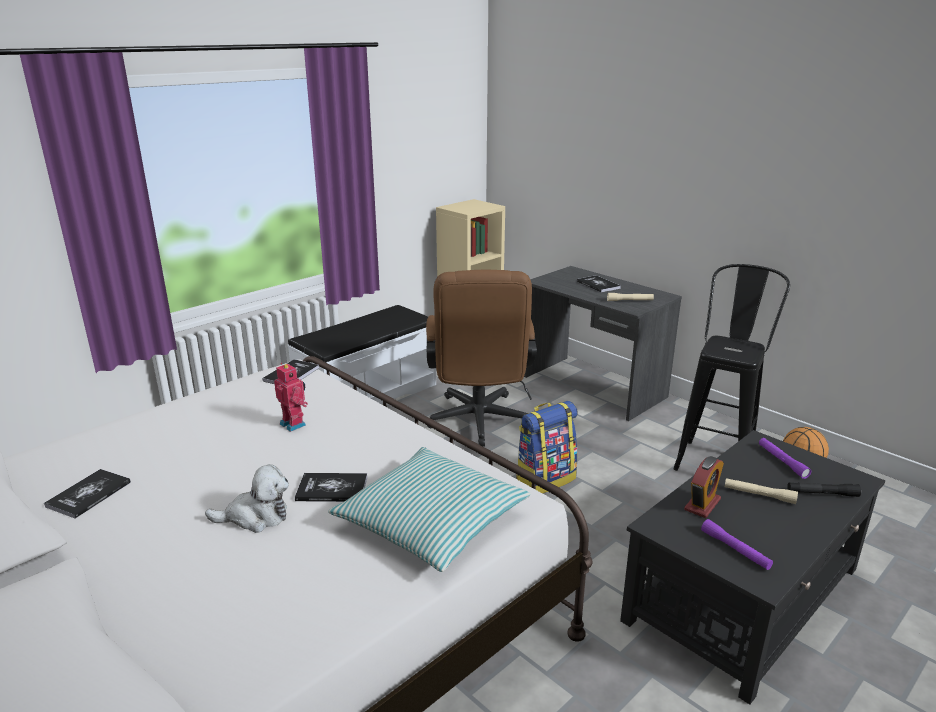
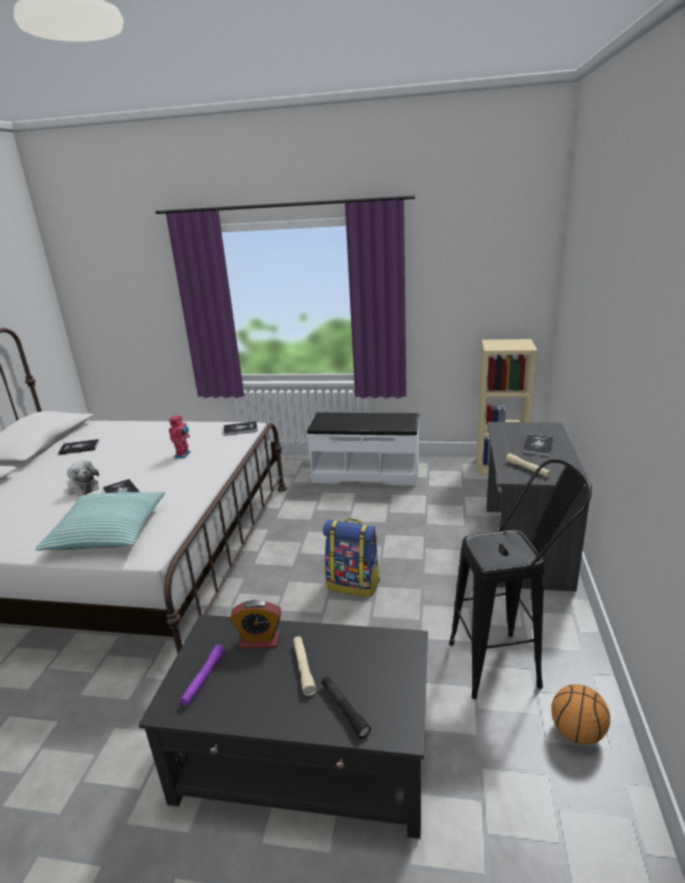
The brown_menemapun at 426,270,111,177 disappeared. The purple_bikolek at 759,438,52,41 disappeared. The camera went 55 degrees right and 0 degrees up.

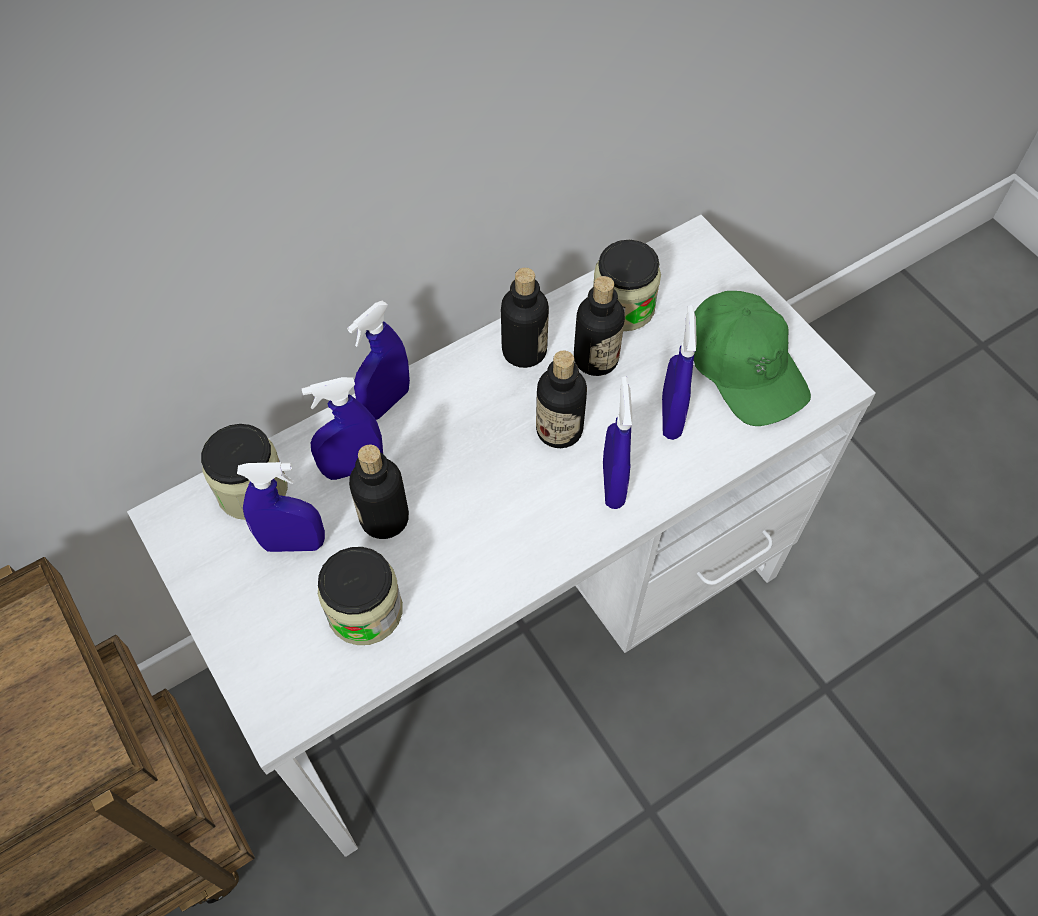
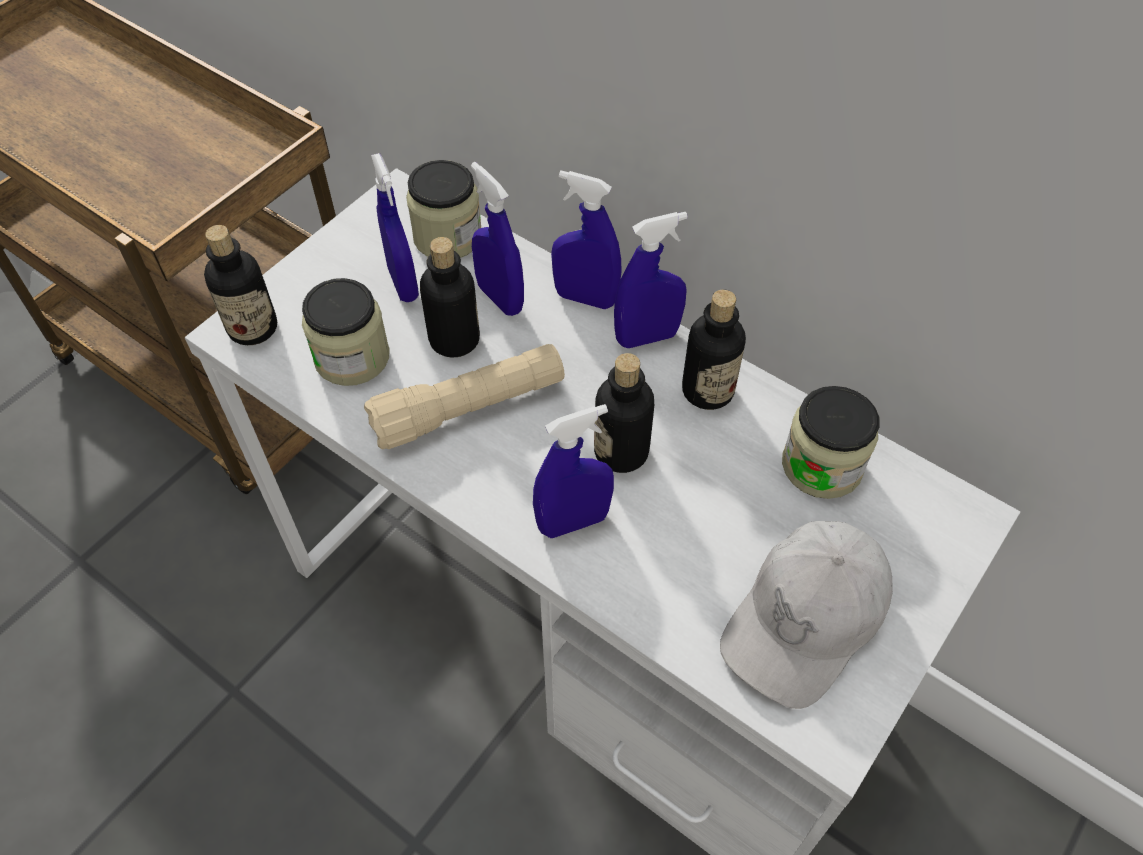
The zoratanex moved from 574,276,51,100 to 204,225,73,120. The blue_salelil moved from 662,305,35,135 to 614,212,74,136. The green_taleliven at 694,291,117,135 became the white_taleliven at 720,521,173,188. The beige_bikolek at 364,344,201,105 appeared. The camera went 70 degrees right and 5 degrees down.

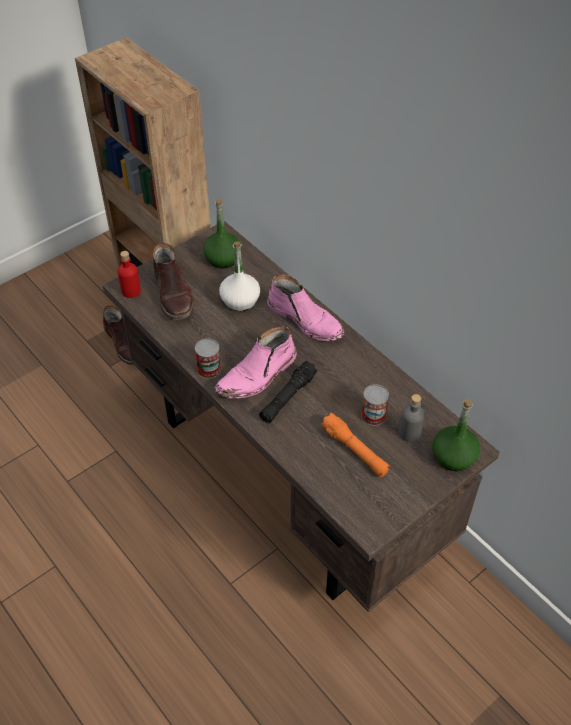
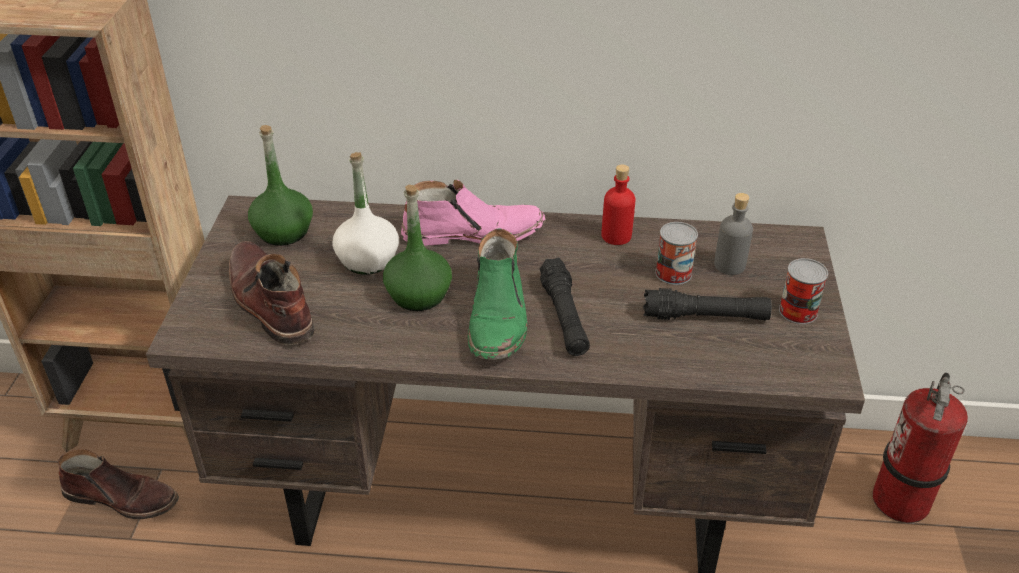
The red_zoratanex moved from 118,251,23,47 to 601,164,35,81. The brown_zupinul at 153,243,41,77 turned 150 degrees counterclockwise. The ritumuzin moved from 195,338,26,41 to 779,258,49,66. The pink_zupinul at 215,327,82,72 became the green_zupinul at 468,228,60,132. The orange_bikolek at 321,413,69,64 became the black_bikolek at 643,288,129,32. The green_zoratanex moved from 432,399,49,72 to 383,185,69,126. The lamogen at 873,373,95,150 appeared. The camera went 45 degrees left and 10 degrees down.

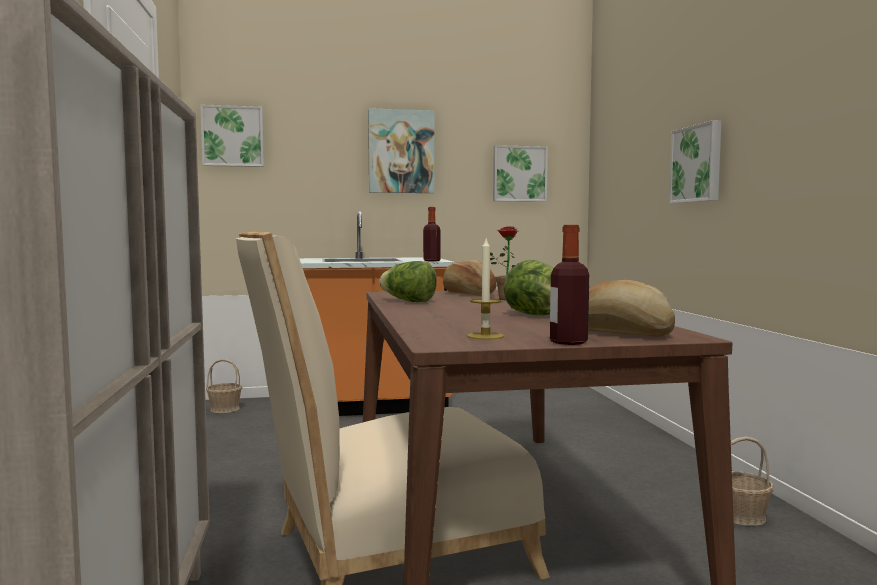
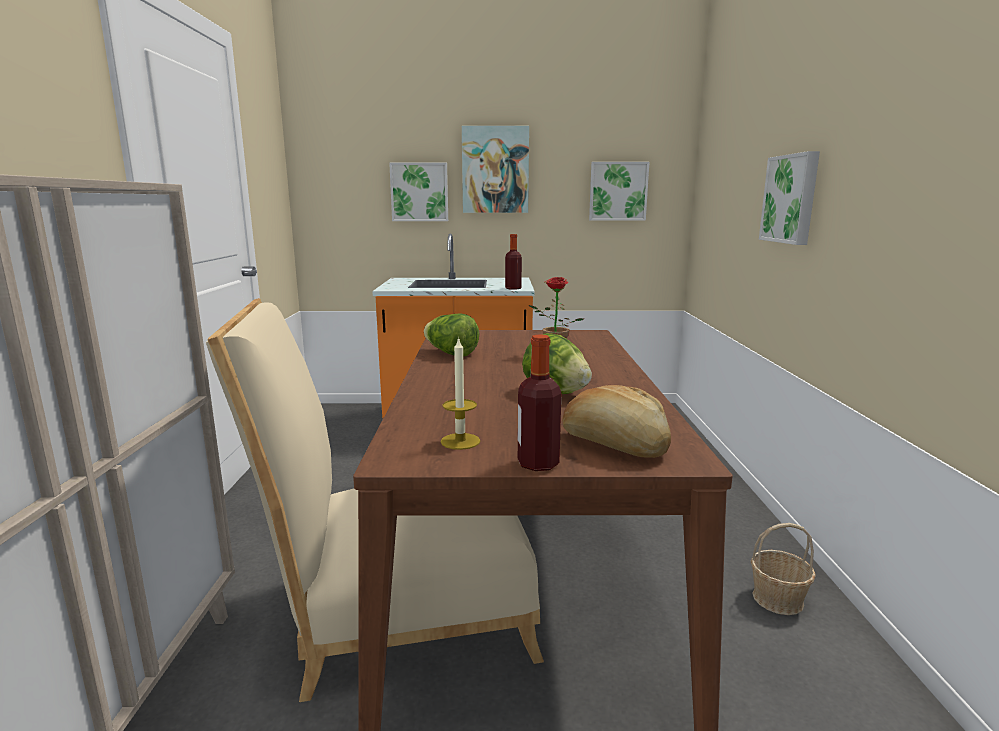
The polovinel moved from 200,105,64,62 to 389,163,59,58. The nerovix at 206,359,36,54 disappeared. The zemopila at 443,260,53,35 disappeared. The camera went 10 degrees right and 10 degrees up.

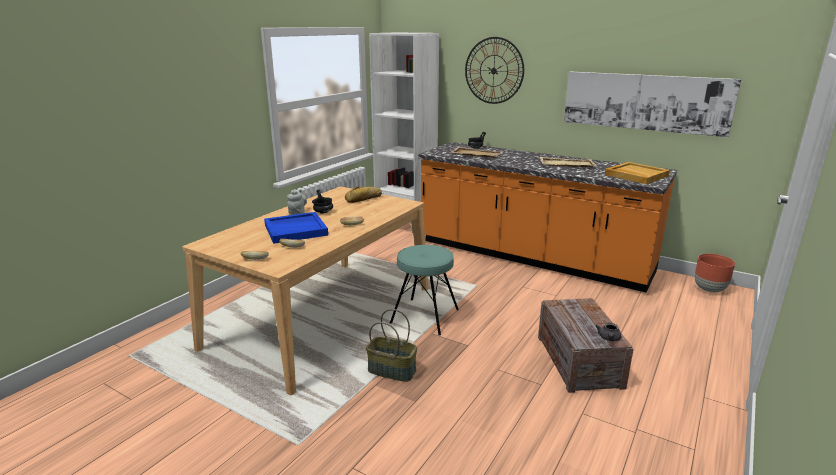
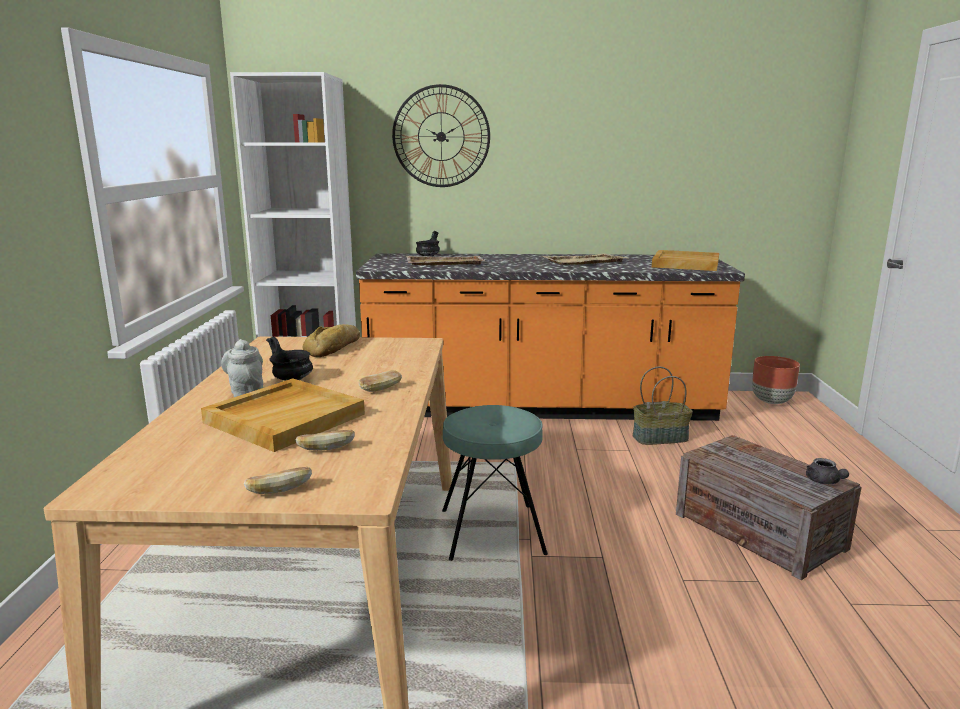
The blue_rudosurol at 264,212,64,32 became the beige_rudosurol at 201,378,164,74. The nerovix moved from 366,309,51,73 to 633,367,60,78. The polovinel at 564,71,178,66 disappeared. The camera went 30 degrees left and 5 degrees down.

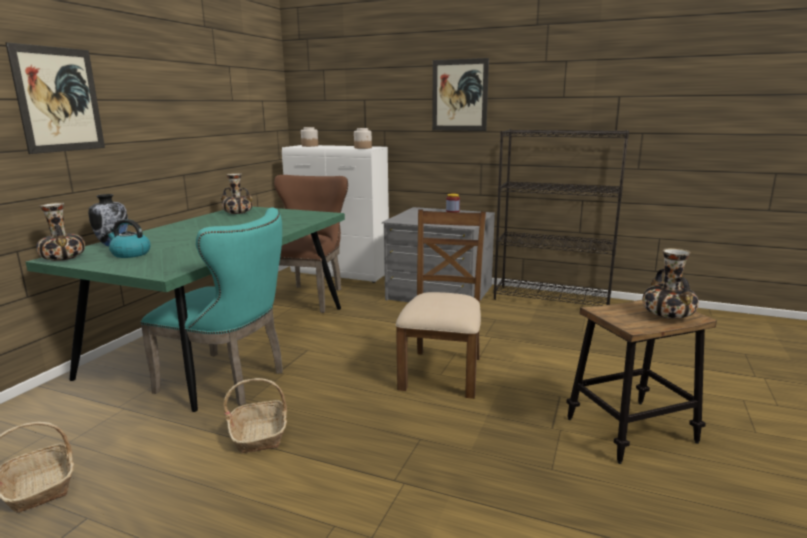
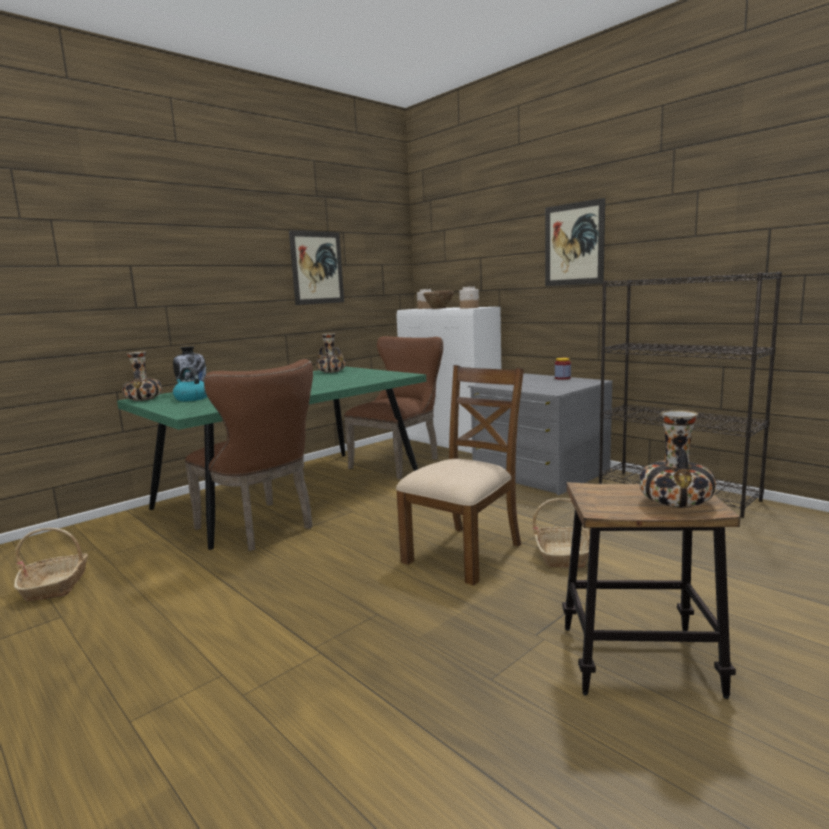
The polovinel moved from 5,42,100,112 to 289,231,55,74. The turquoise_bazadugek at 140,207,143,199 became the brown_bazadugek at 185,359,128,192. The nerovix moved from 223,378,64,75 to 532,498,58,70. The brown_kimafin at 423,290,31,19 appeared. The camera went 25 degrees right and 5 degrees down.

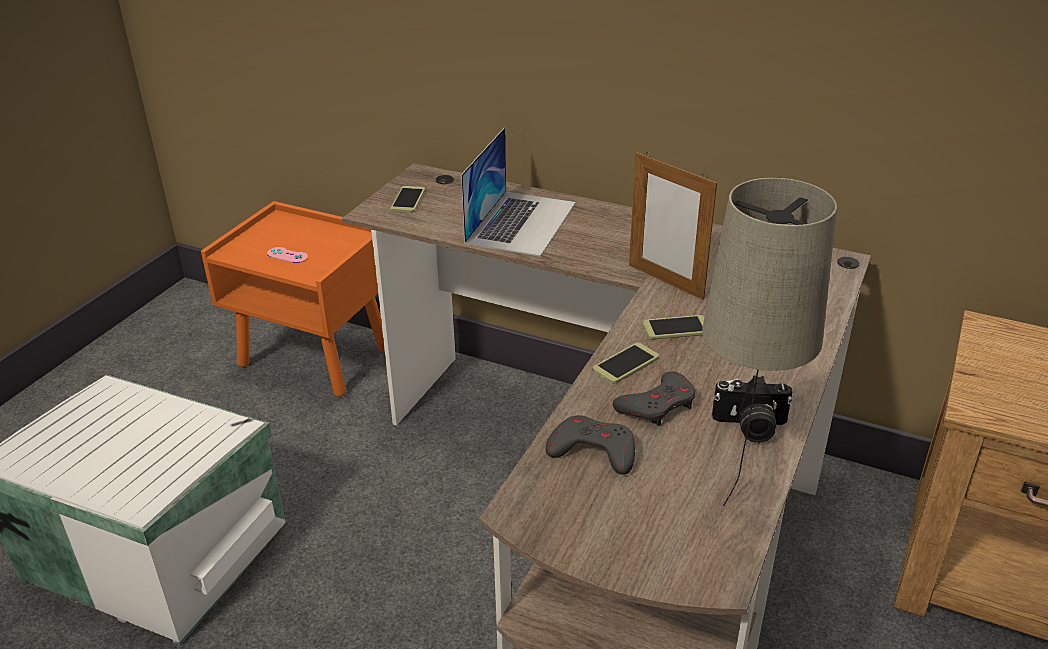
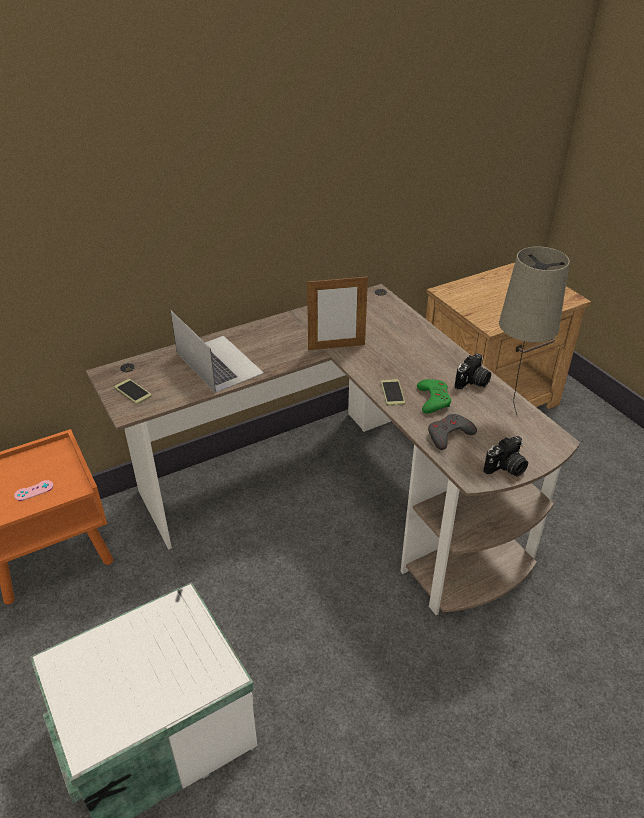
The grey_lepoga at 613,371,83,55 became the green_lepoga at 417,379,34,35. The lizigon at 643,315,61,25 disappeared. The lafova at 483,436,45,40 appeared. The camera went 55 degrees left and 5 degrees up.

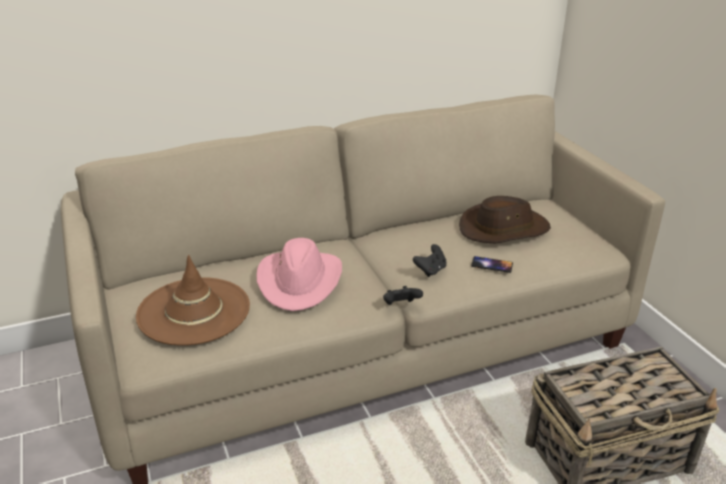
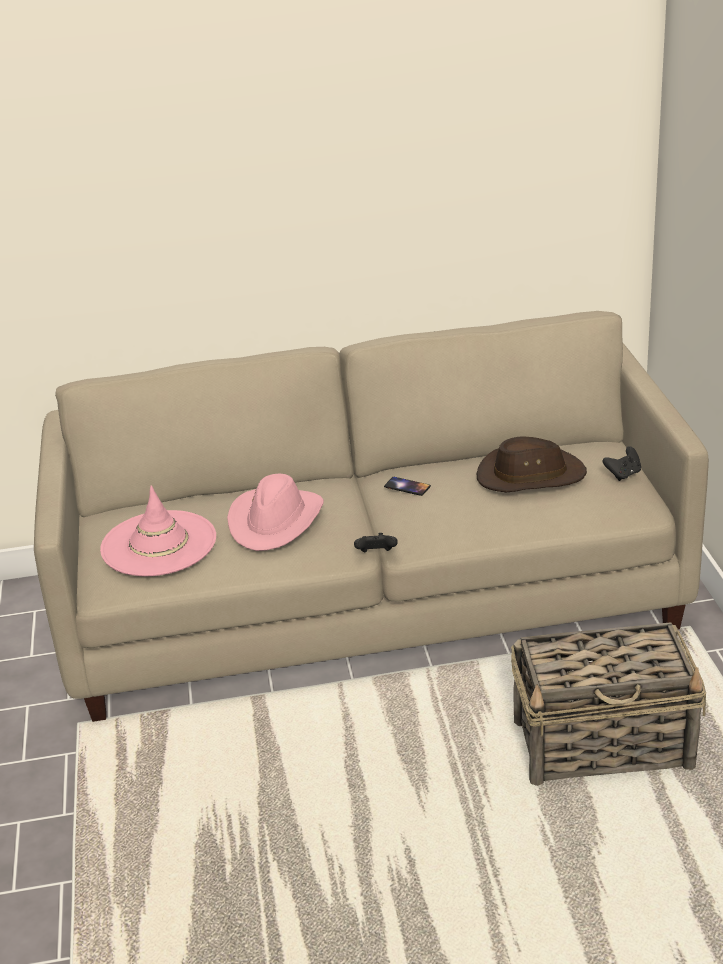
The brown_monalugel at 136,255,114,91 became the pink_monalugel at 100,485,116,92. The black_lepoga moved from 413,244,34,33 to 602,446,39,35. The lizigon moved from 471,256,42,17 to 384,477,47,19. The camera went 15 degrees right and 0 degrees up.

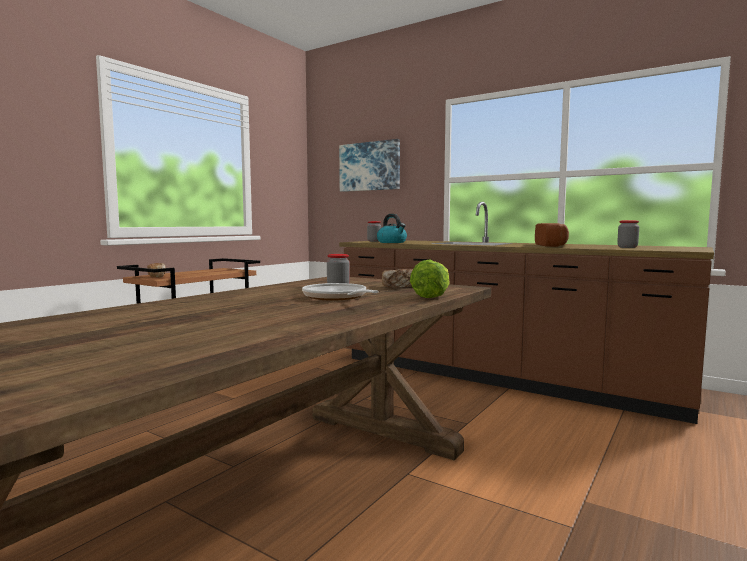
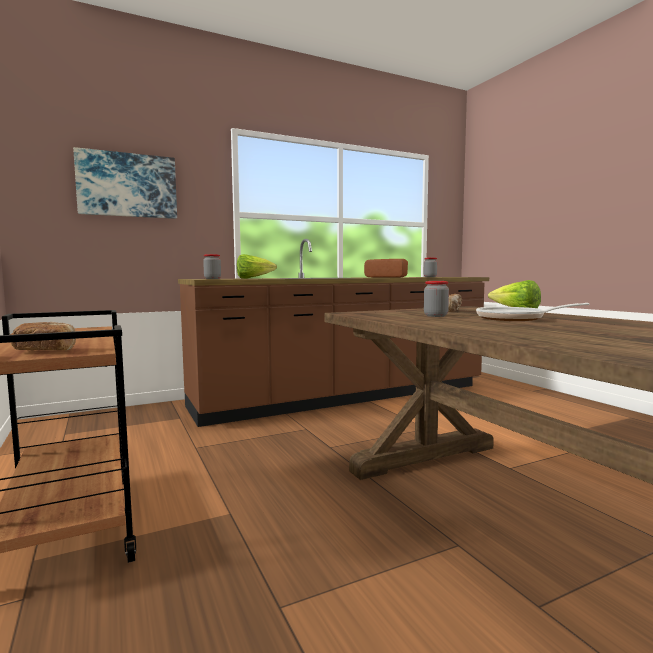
The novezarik at 377,214,30,29 was replaced by the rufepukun at 237,254,40,25. The camera went 60 degrees left and 0 degrees up.

